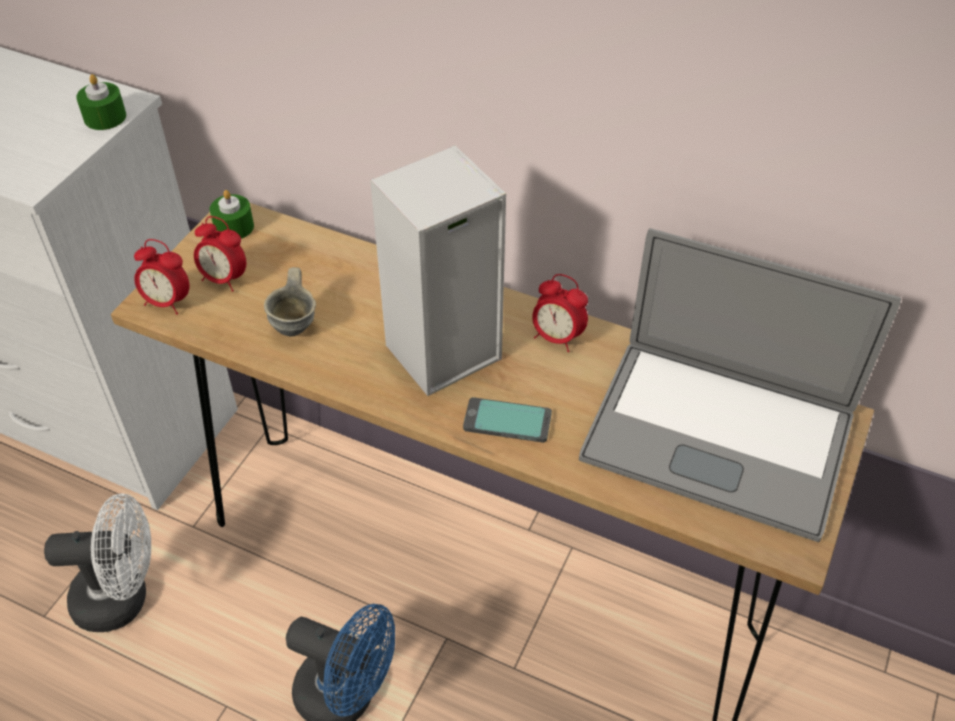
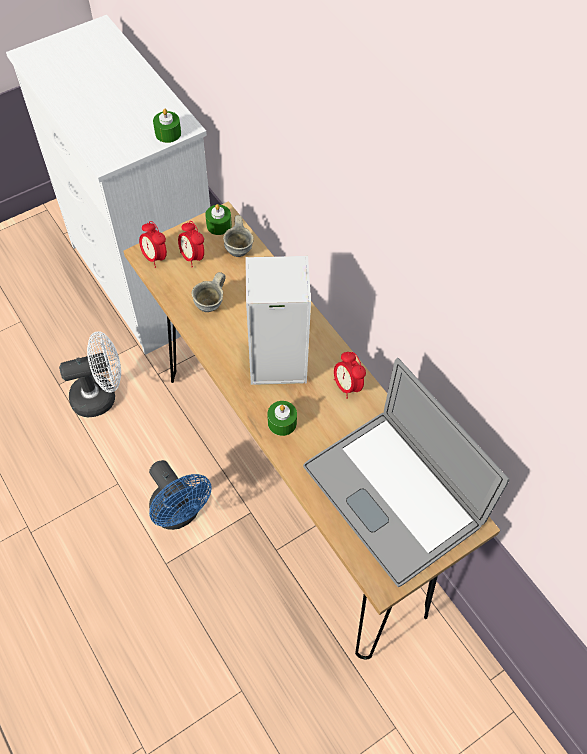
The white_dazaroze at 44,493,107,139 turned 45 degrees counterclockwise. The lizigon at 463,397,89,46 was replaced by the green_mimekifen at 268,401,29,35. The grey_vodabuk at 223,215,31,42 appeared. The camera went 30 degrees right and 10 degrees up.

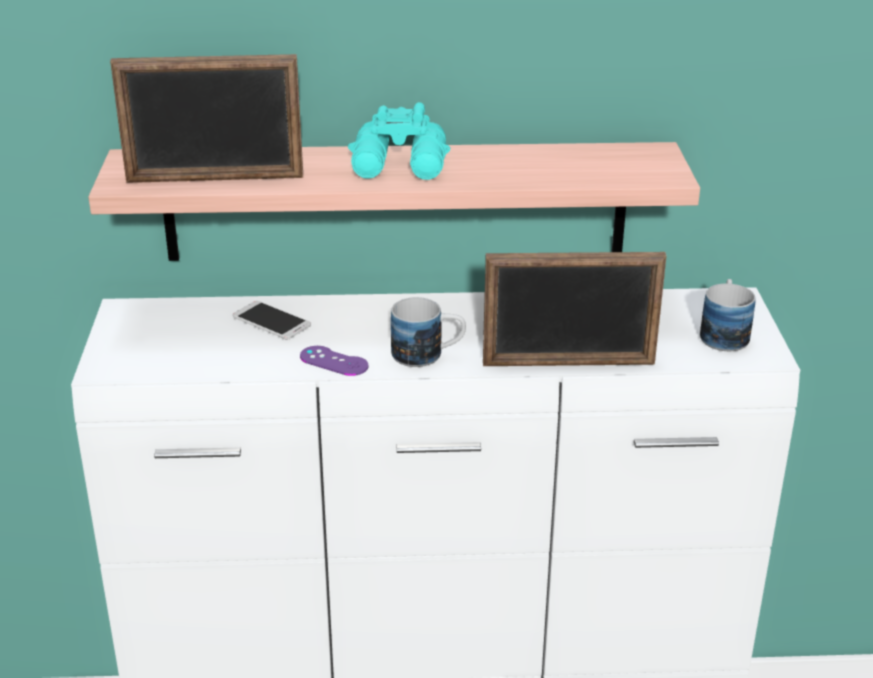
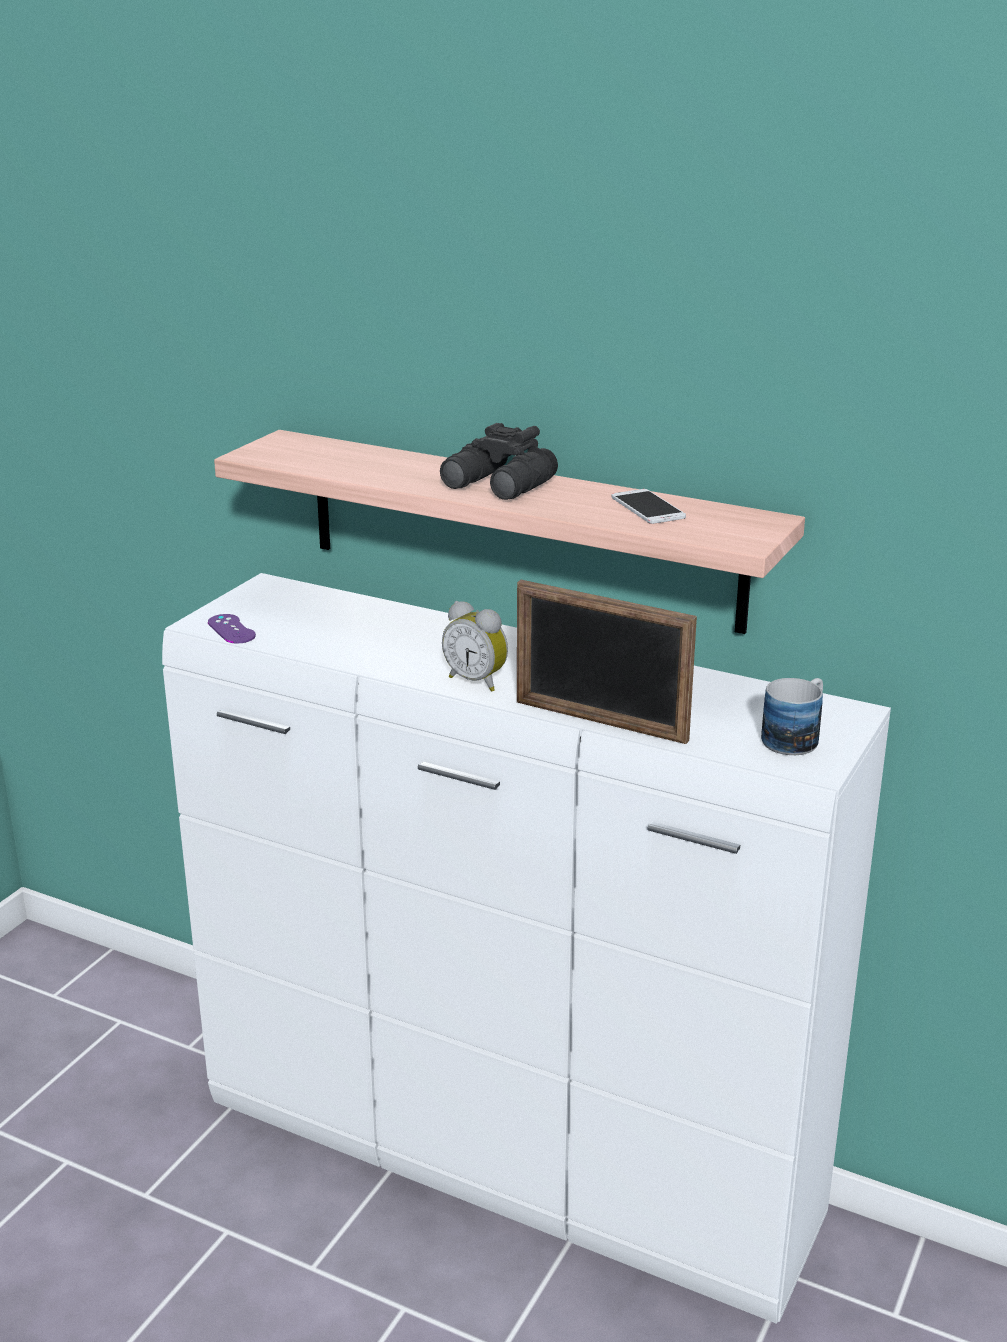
The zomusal at 110,54,193,129 disappeared. The lizigon moved from 233,301,78,39 to 612,489,74,35. The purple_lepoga moved from 300,346,69,30 to 208,614,48,29. The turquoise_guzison at 348,102,102,78 became the black_guzison at 440,423,118,77. The vodabuk at 391,297,75,70 was replaced by the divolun at 442,601,66,91. The camera went 30 degrees right and 5 degrees down.

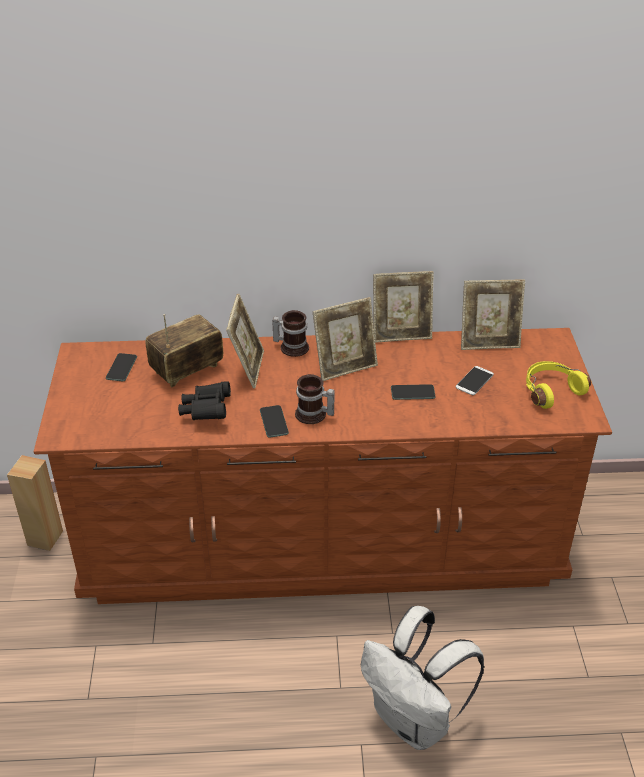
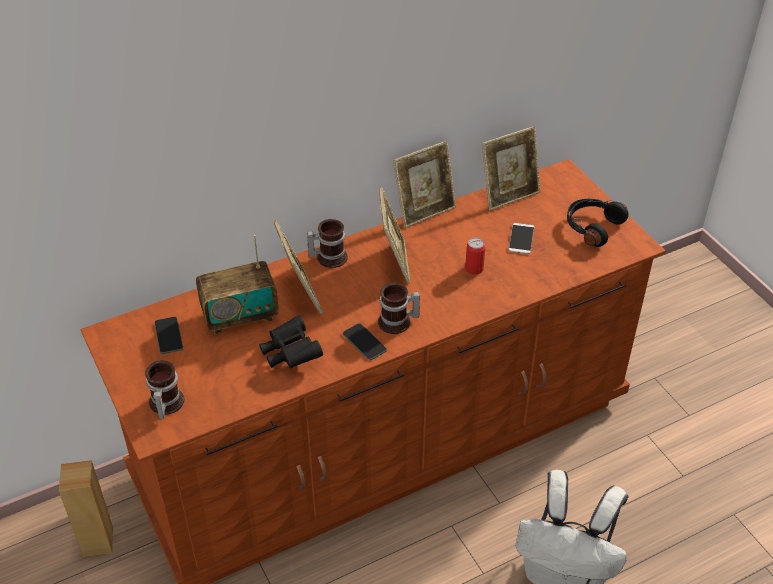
The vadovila at 145,314,78,74 turned 135 degrees counterclockwise. The zomusal at 313,297,65,84 turned 45 degrees counterclockwise. The lizigon at 391,384,45,16 was replaced by the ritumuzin at 465,237,20,38. The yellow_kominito at 526,361,65,48 became the black_kominito at 567,199,62,48. The vodabuk at 145,360,39,59 appeared. The camera went 25 degrees left and 5 degrees up.

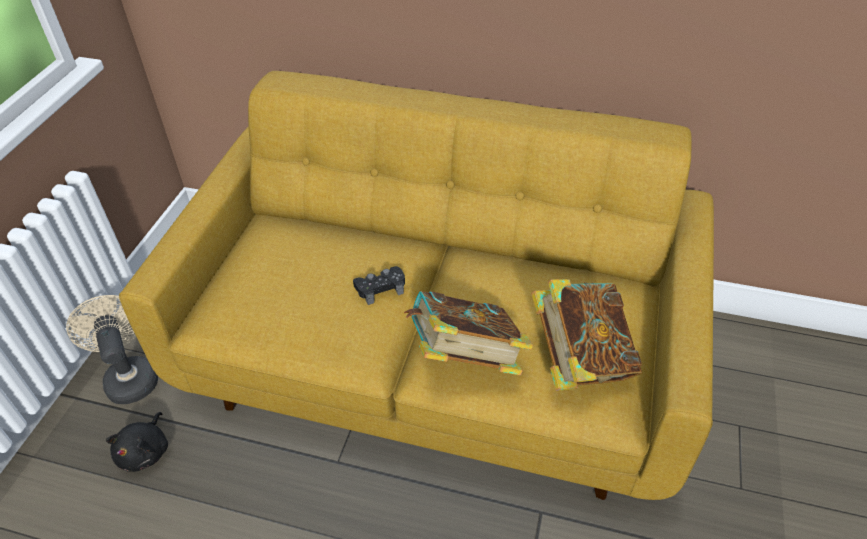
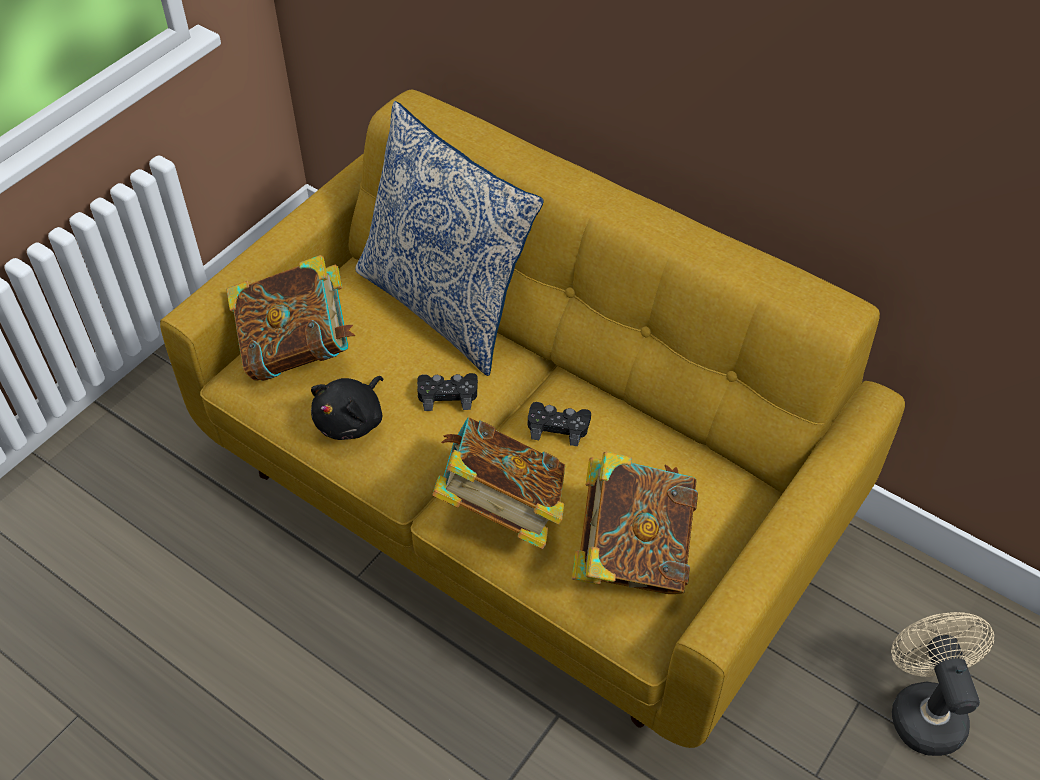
The beige_dazaroze moved from 66,295,92,109 to 891,612,103,144. The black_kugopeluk moved from 106,412,62,60 to 311,376,72,64. The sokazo at 226,255,129,126 appeared. The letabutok at 355,101,189,275 appeared. The black_lepoga at 527,402,64,44 appeared. The camera went 20 degrees right and 5 degrees up.

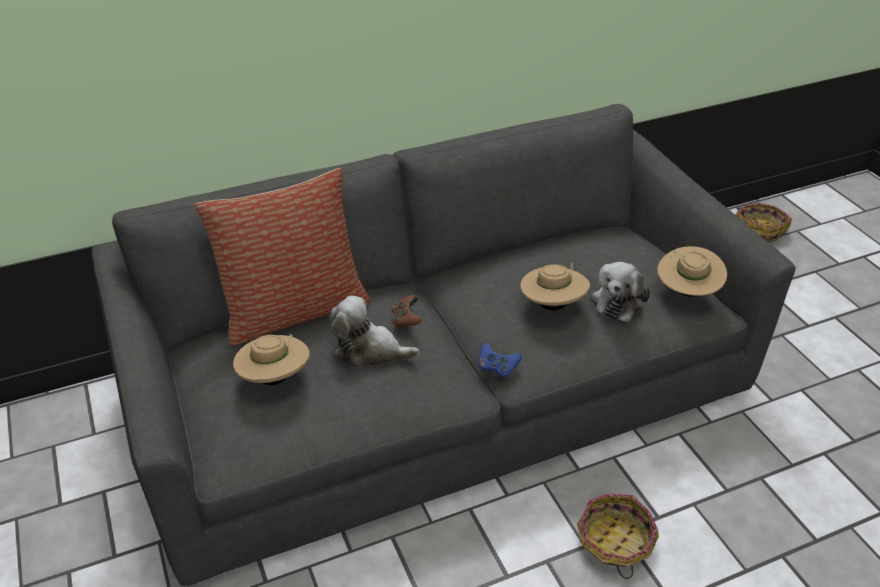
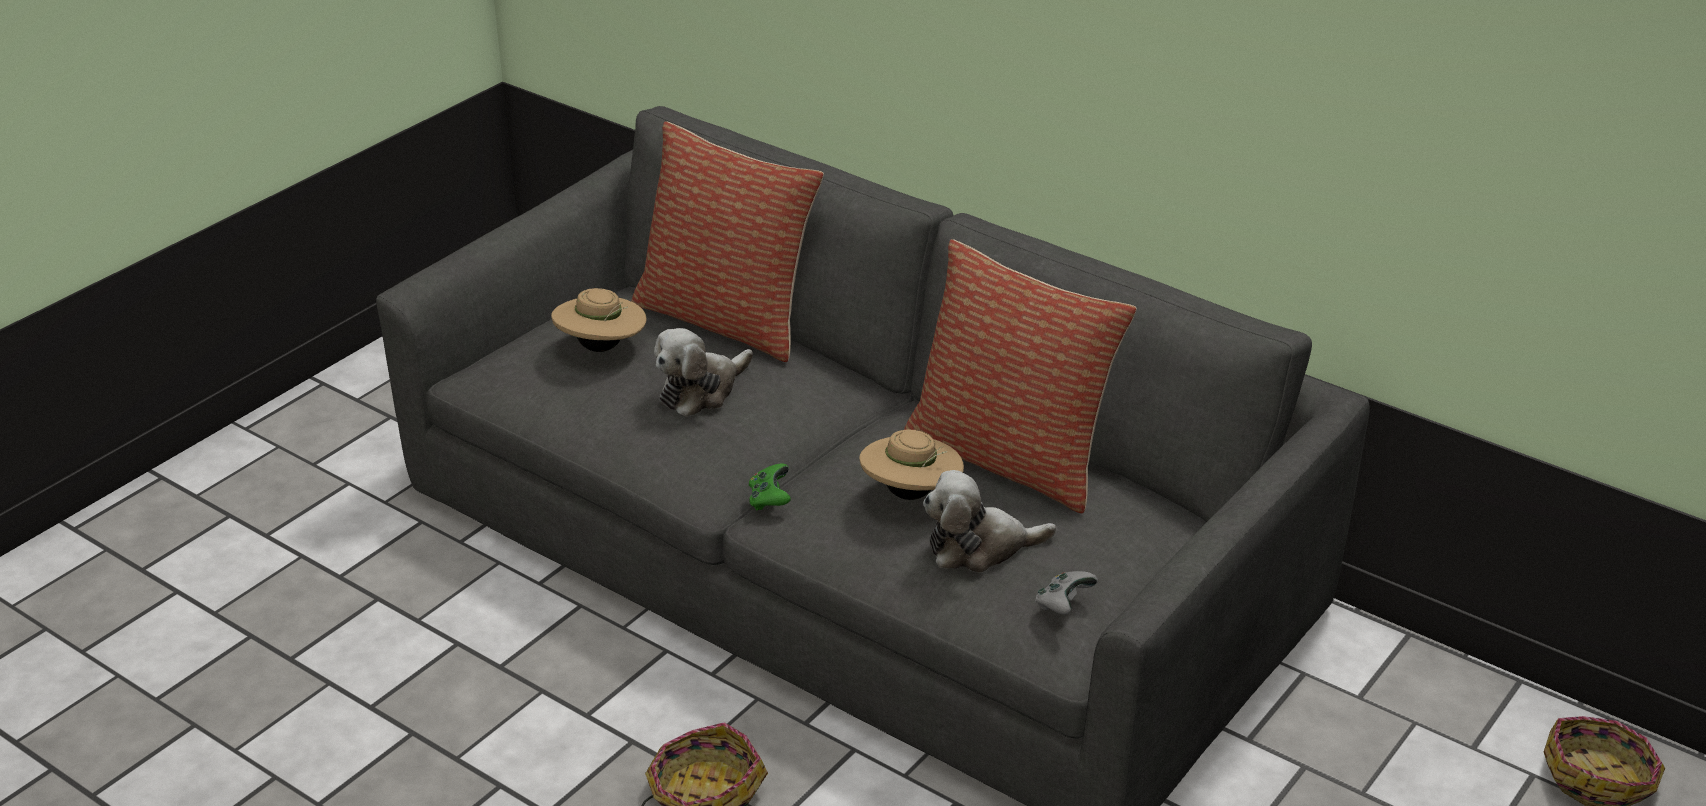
The kugopeluk at 330,295,90,73 turned 120 degrees counterclockwise. The brown_lepoga at 392,295,30,33 disappeared. The blue_lepoga at 479,343,43,35 became the green_lepoga at 749,464,42,47. The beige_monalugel at 657,246,70,51 was replaced by the grey_lepoga at 1035,571,63,44. The letabutok at 904,239,233,275 appeared. The camera went 60 degrees right and 5 degrees down.

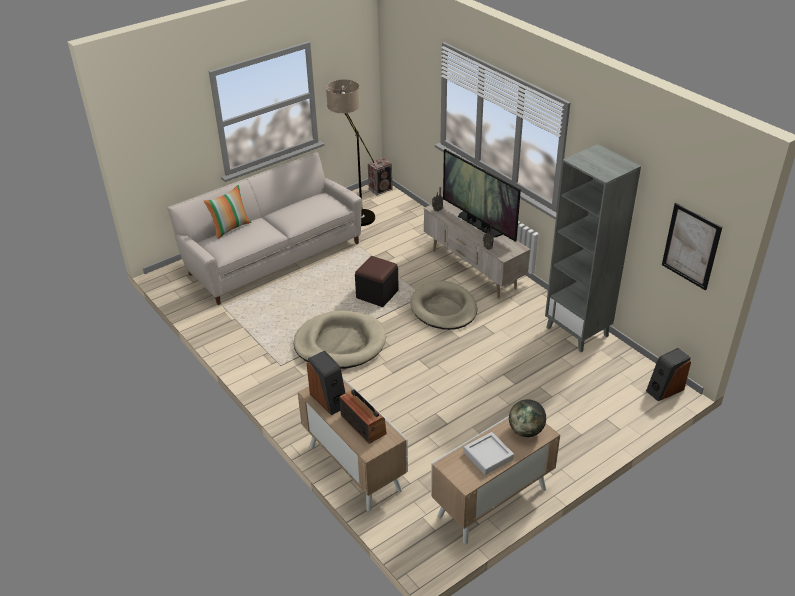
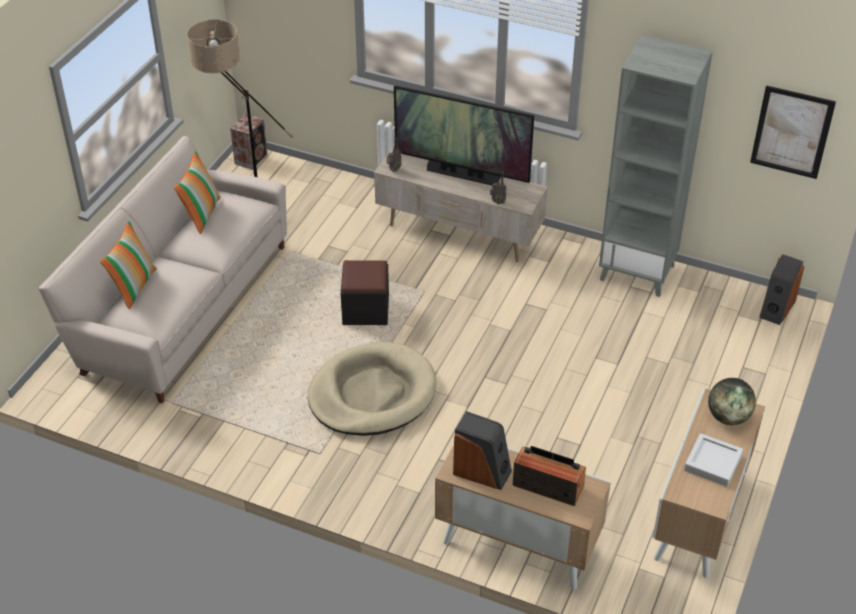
The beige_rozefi at 410,280,67,50 disappeared. The letabutok at 174,151,47,83 appeared. The camera went 30 degrees left and 5 degrees up.

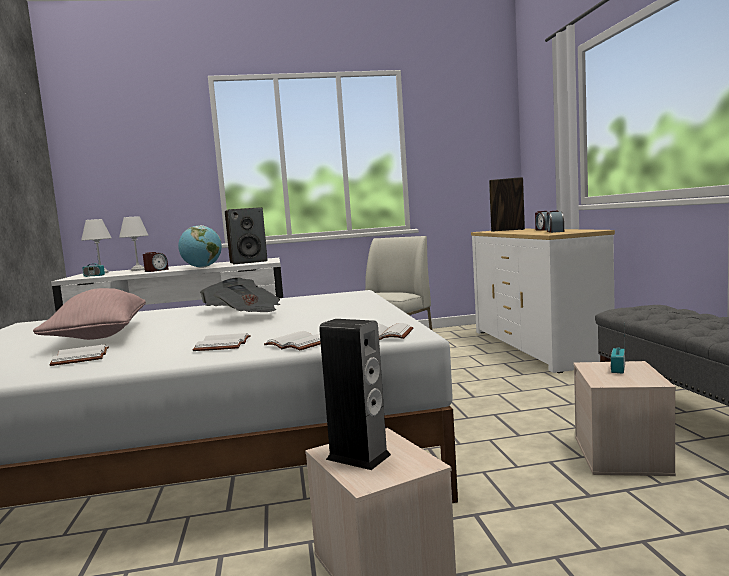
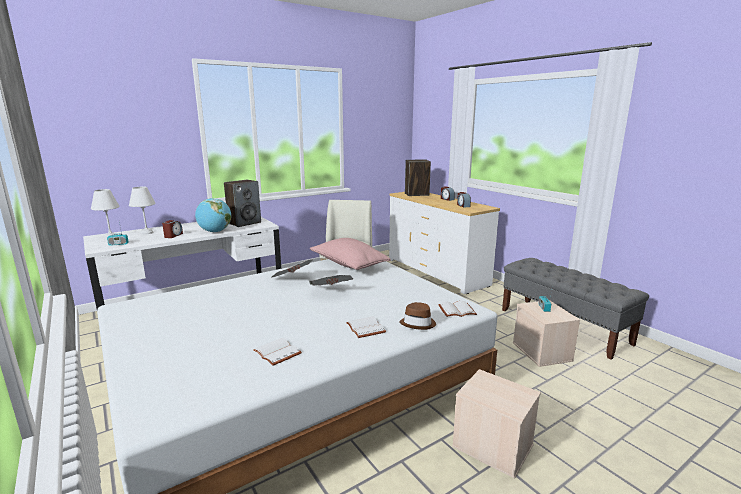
The pink_letabutok moved from 33,288,113,52 to 310,238,81,32. The white_sokazo at 264,331,57,20 was replaced by the brown_monalugel at 399,302,37,28. The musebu at 319,319,72,151 disappeared. The camera went 25 degrees left and 10 degrees up.

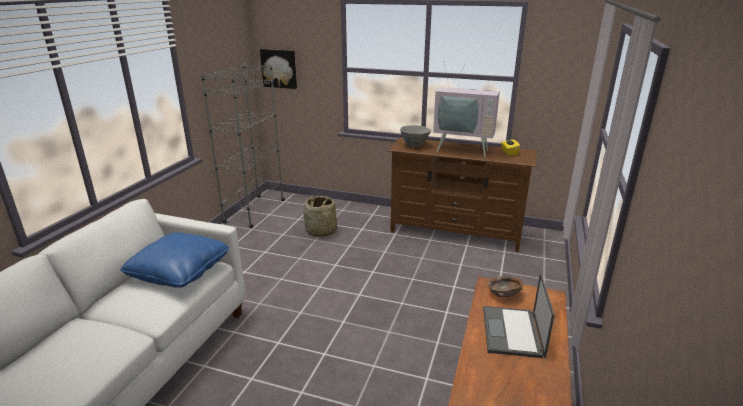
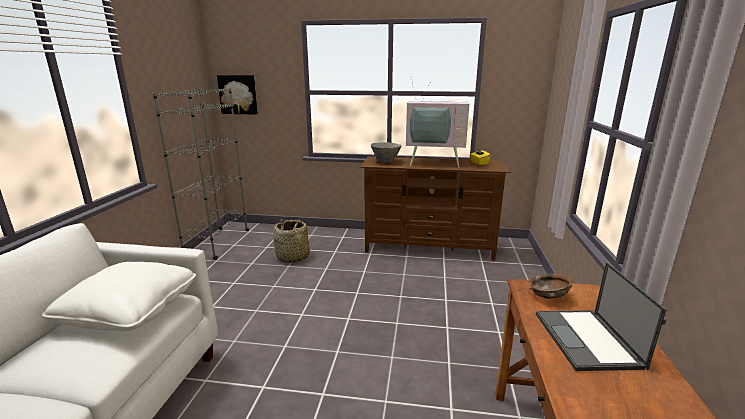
The blue_letabutok at 120,232,109,56 became the white_letabutok at 42,262,154,69. The camera went 10 degrees left and 5 degrees down.

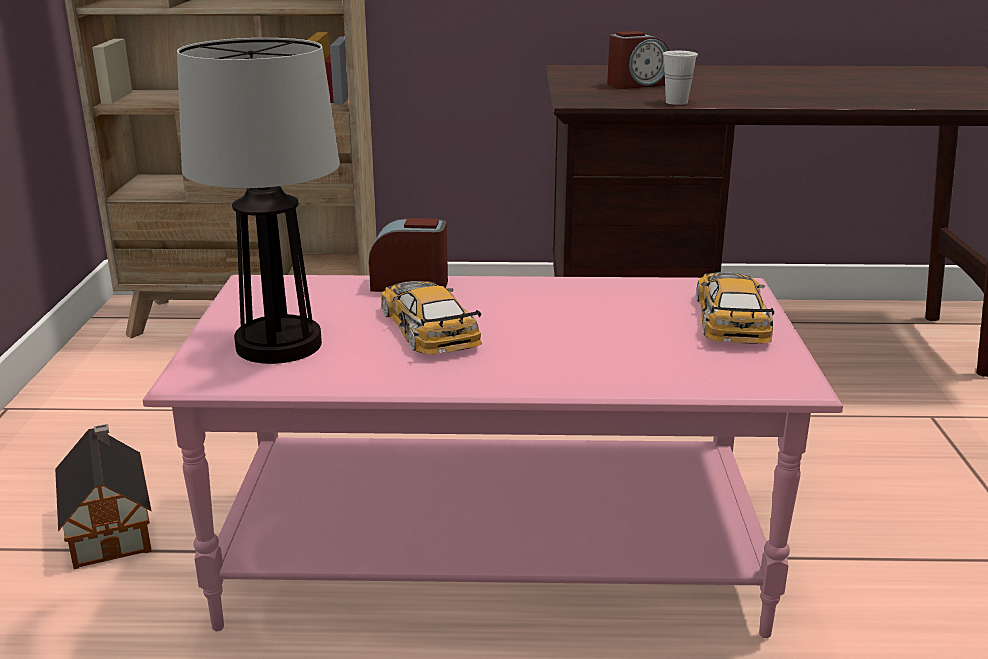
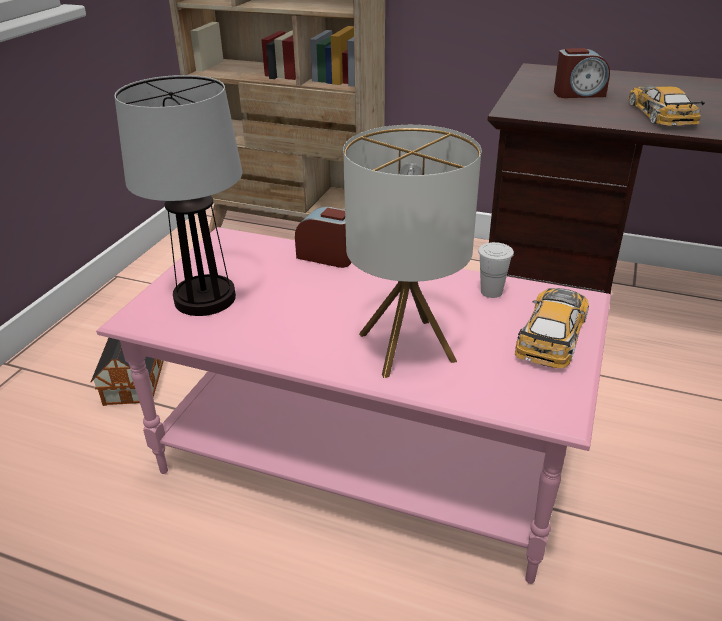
The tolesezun moved from 381,281,101,74 to 628,86,77,40. The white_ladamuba moved from 663,51,35,54 to 478,242,36,56. The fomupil at 343,125,138,253 appeared. The camera went 20 degrees right and 10 degrees up.

